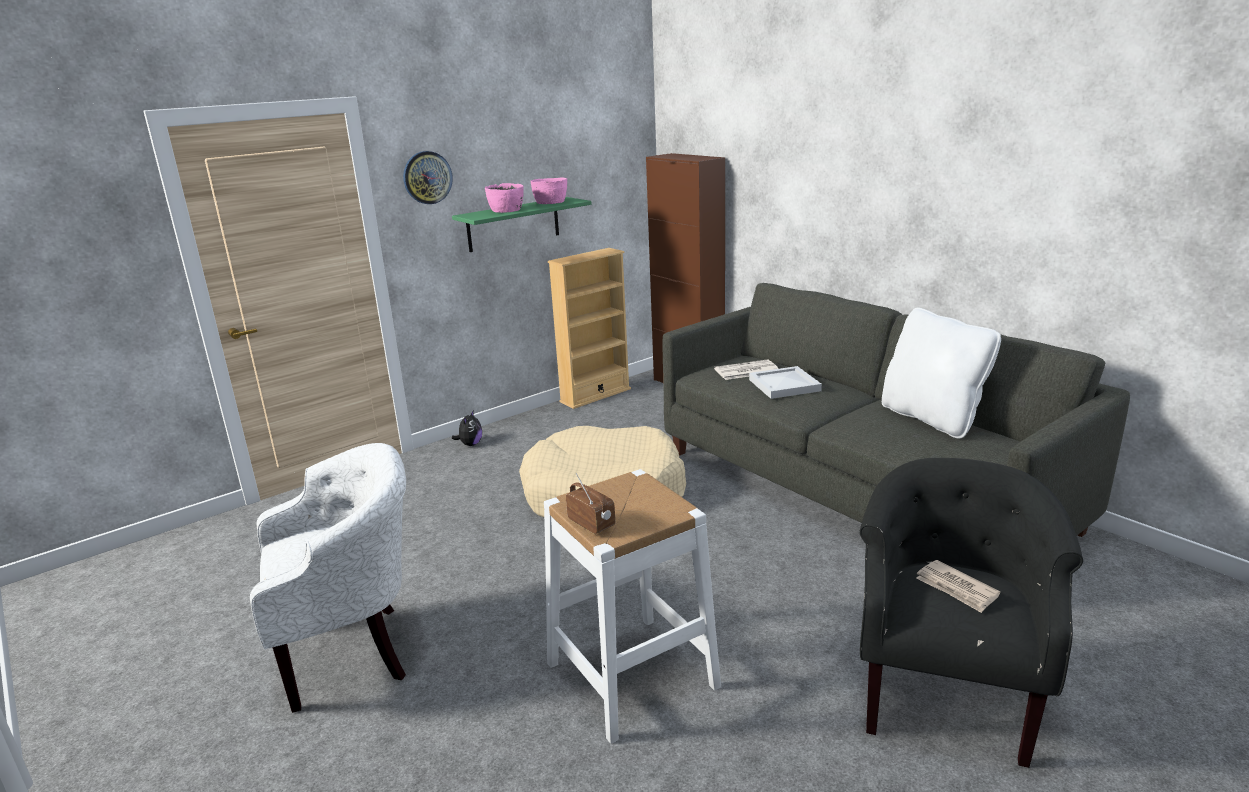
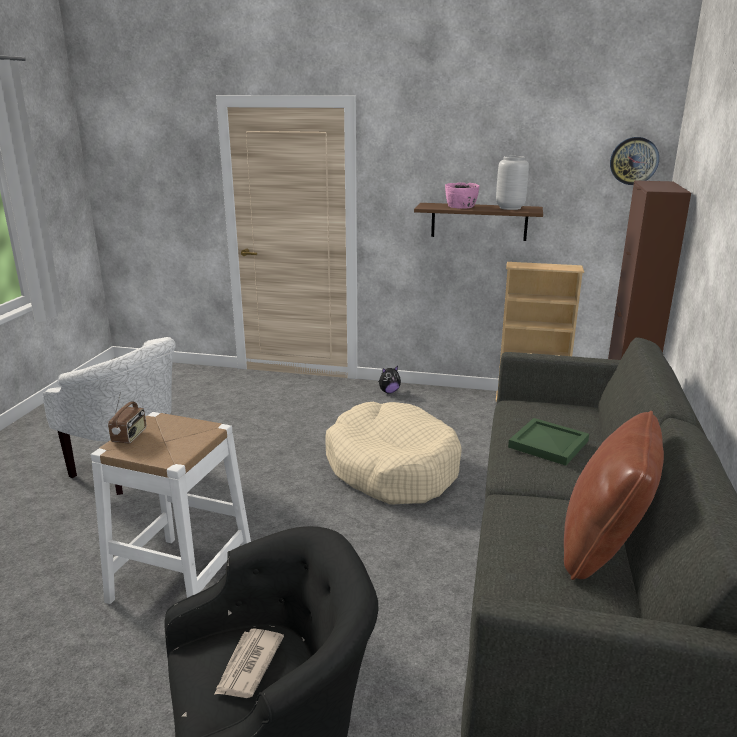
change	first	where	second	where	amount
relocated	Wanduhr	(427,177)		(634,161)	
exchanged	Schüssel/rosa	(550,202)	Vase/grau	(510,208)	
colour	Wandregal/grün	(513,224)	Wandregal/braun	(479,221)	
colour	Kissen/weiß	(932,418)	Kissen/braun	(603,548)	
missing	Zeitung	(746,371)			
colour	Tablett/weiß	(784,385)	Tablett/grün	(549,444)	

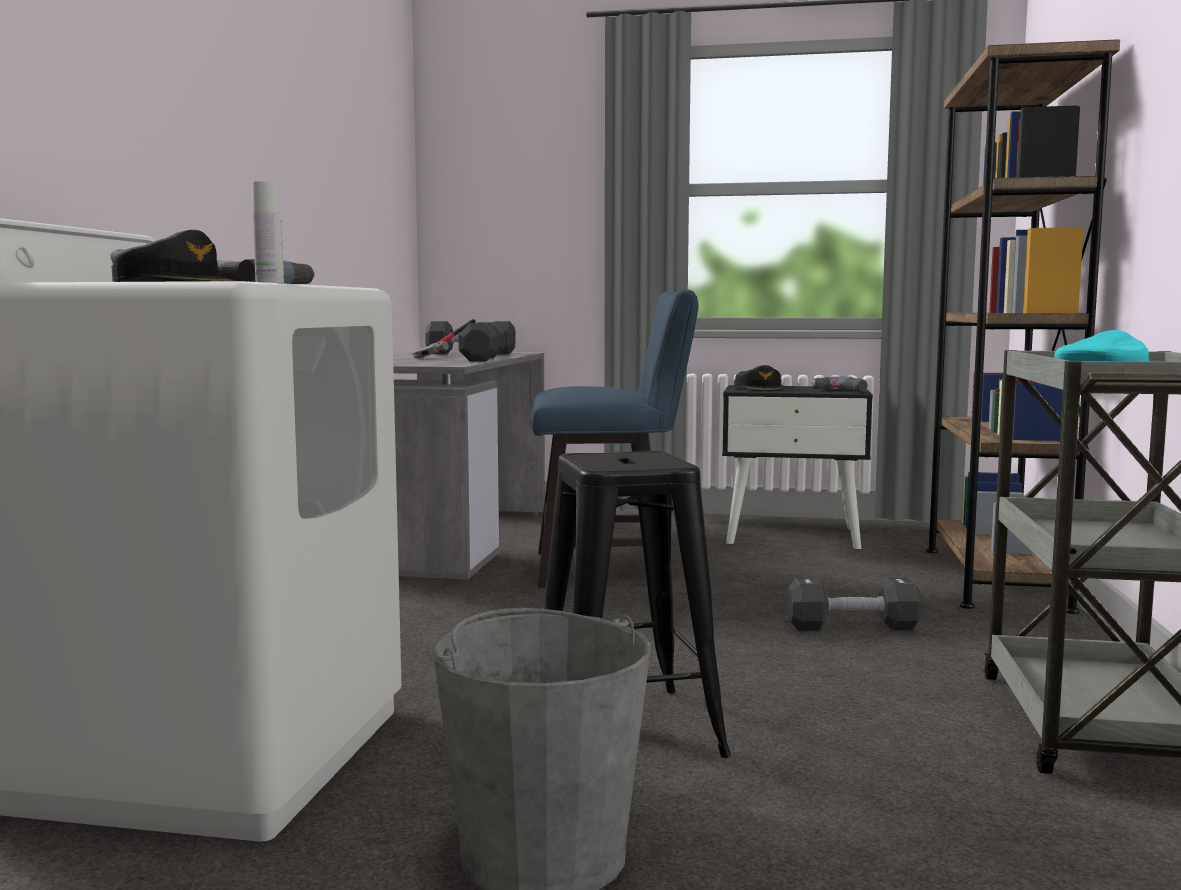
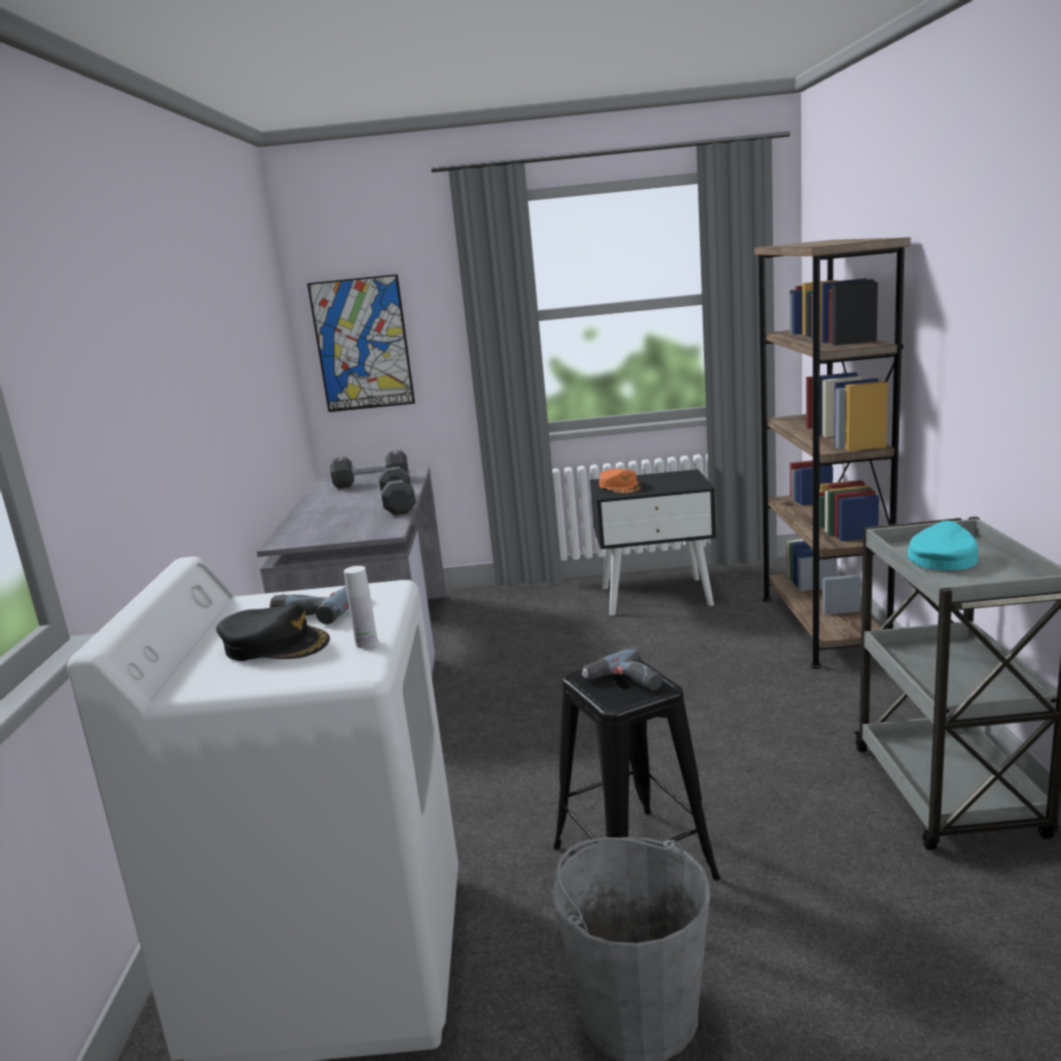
change	first	where	second	where	amount
missing	Stuhl/blau	(611,568)			
missing	Hammer	(448,357)			
colour	Kappe/schwarz	(759,388)	Kappe/orange	(620,486)	
relocated	Bohrmaschine	(840,390)		(624,682)	
missing	Hantel/schwarz	(852,627)			
appeared			Bild	(362,344)	

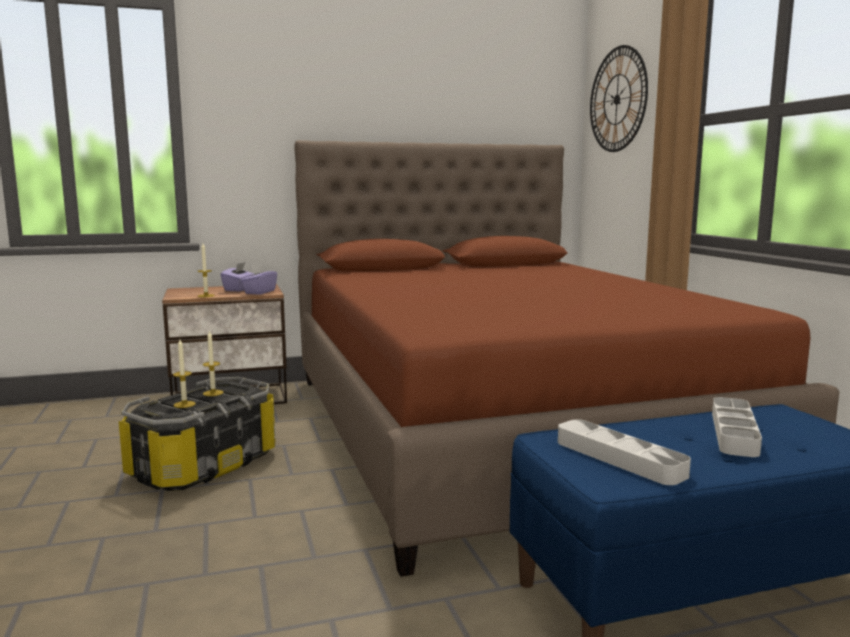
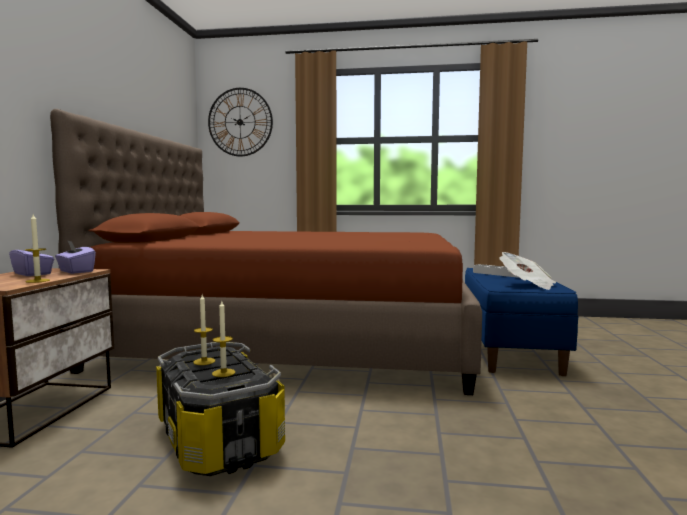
change	first	where	second	where	amount
exchanged	Tablett/grau	(619,458)	Zeitung	(527,285)	

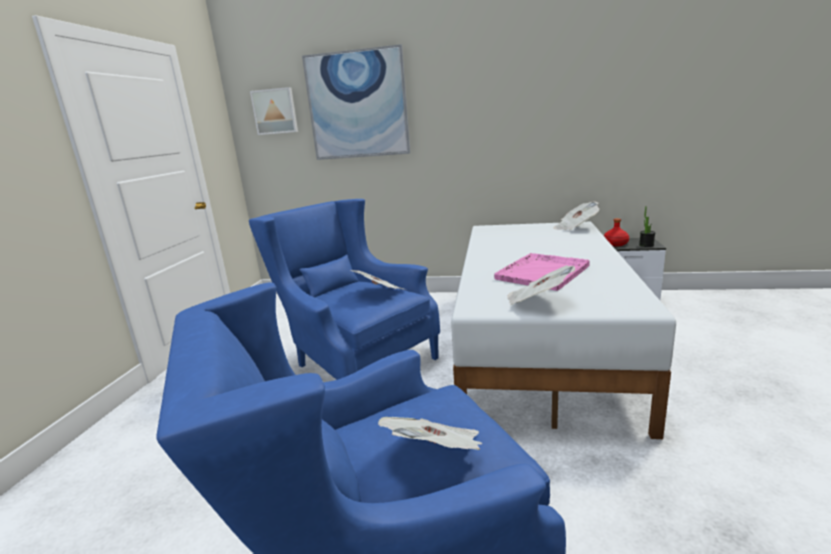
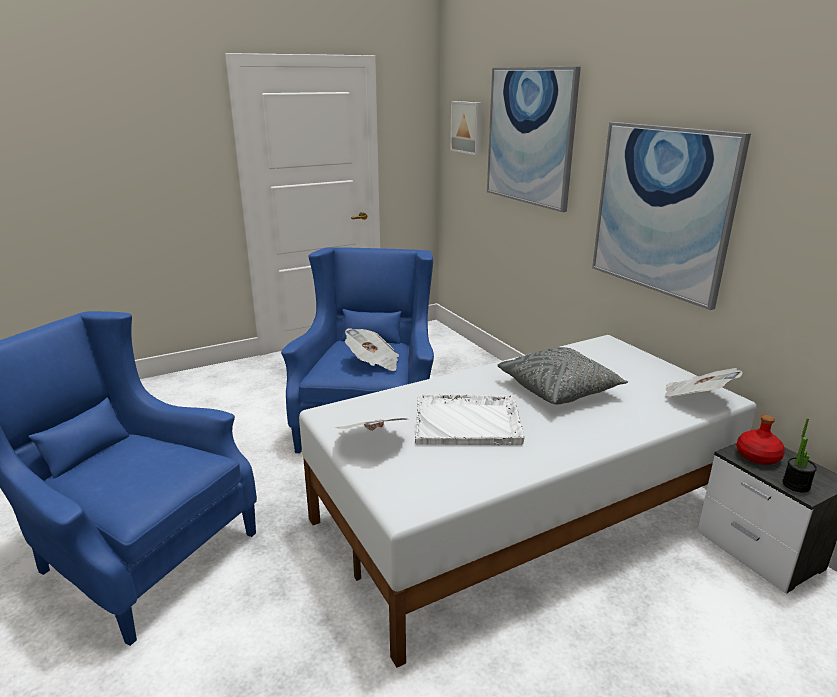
change	first	where	second	where	amount
colour	Tablett/rosa	(543,272)	Tablett/weiß	(468,422)	
missing	Zeitung	(437,454)			
appeared			Bild	(662,210)	
appeared			Kissen/grau	(559,389)	

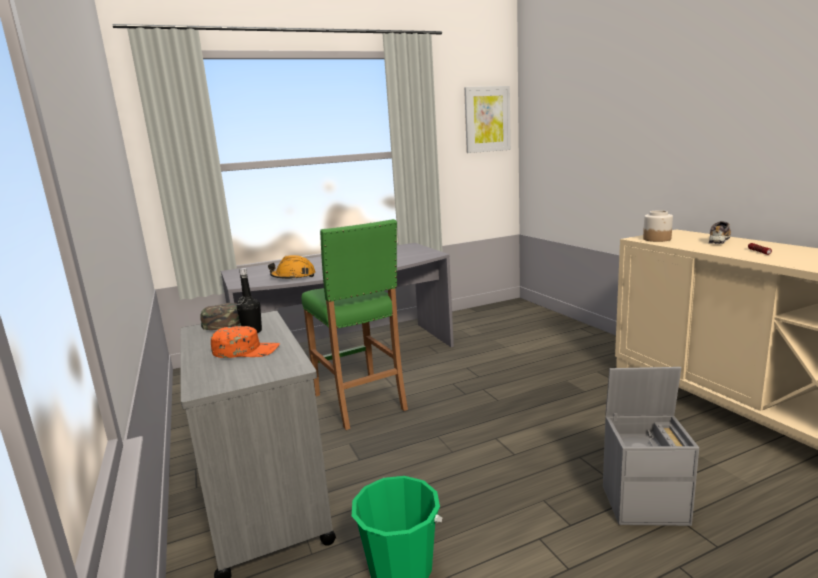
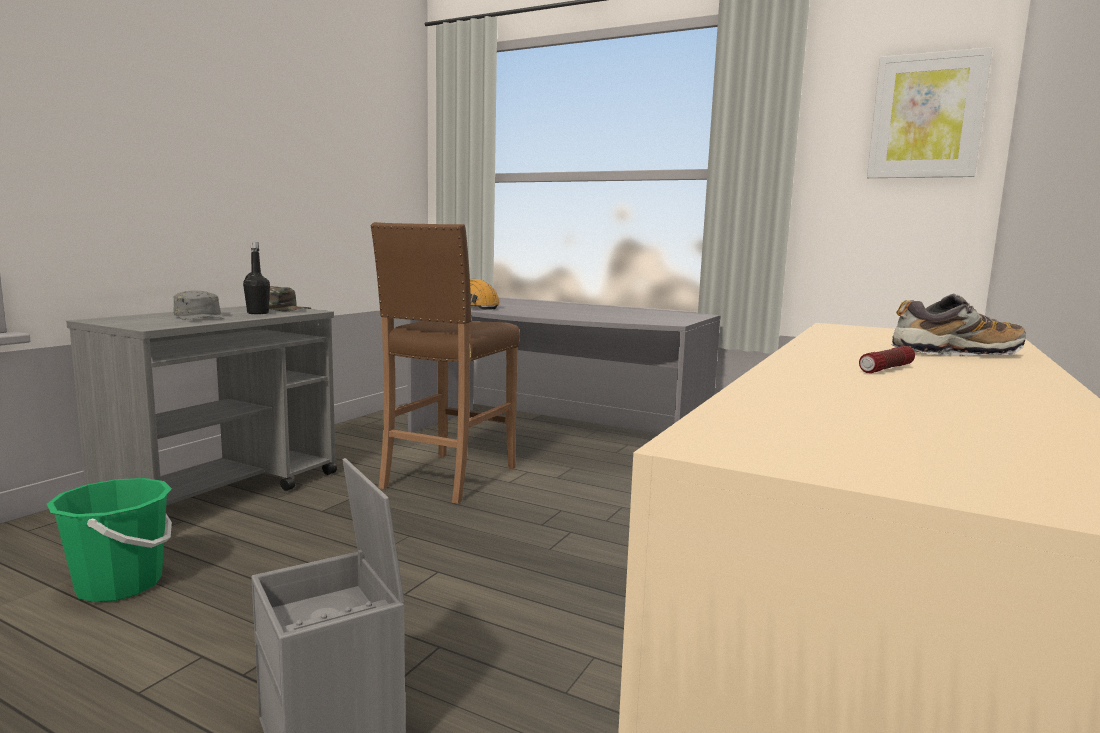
change	first	where	second	where	amount
missing	Vorratsglas	(657,239)			
colour	Hocker/grün	(360,402)	Hocker/braun	(448,477)	
colour	Kappe/orange	(246,350)	Kappe/grau	(200,317)	

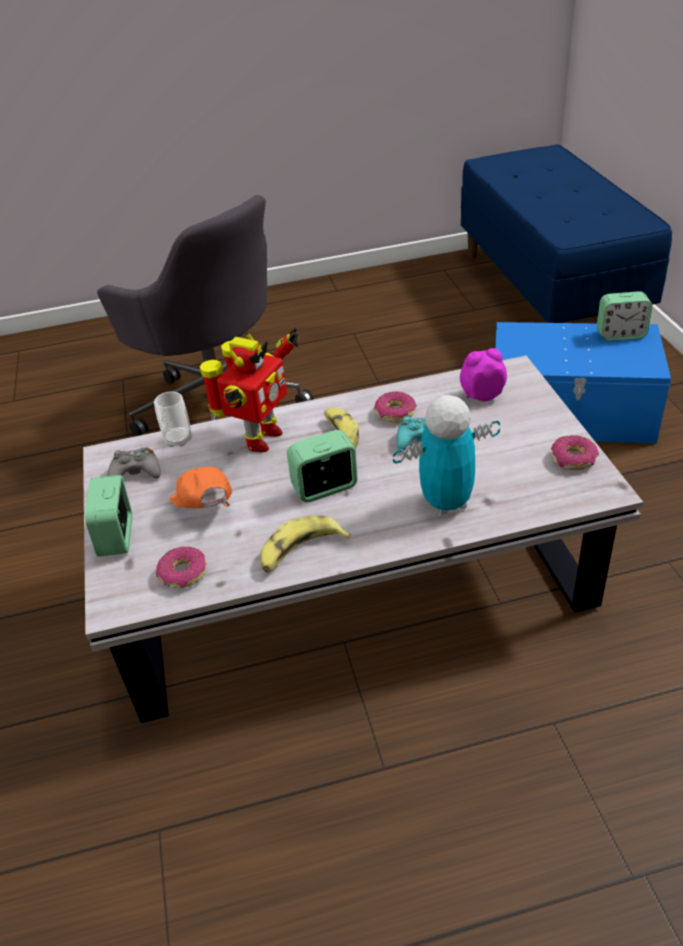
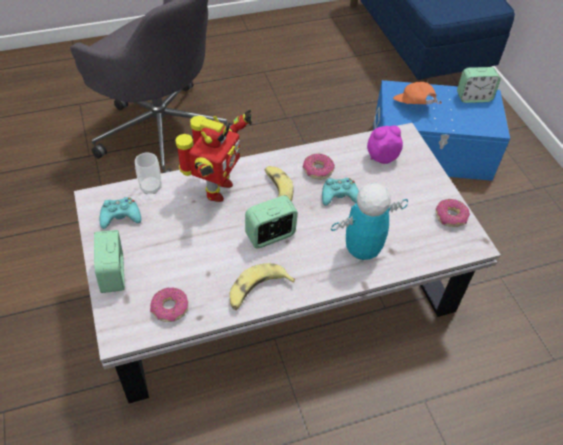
change	first	where	second	where	amount
colour	Gamepad/grau	(136,472)	Gamepad/türkis	(120,216)	
relocated	Kappe/orange	(205,509)		(413,106)	

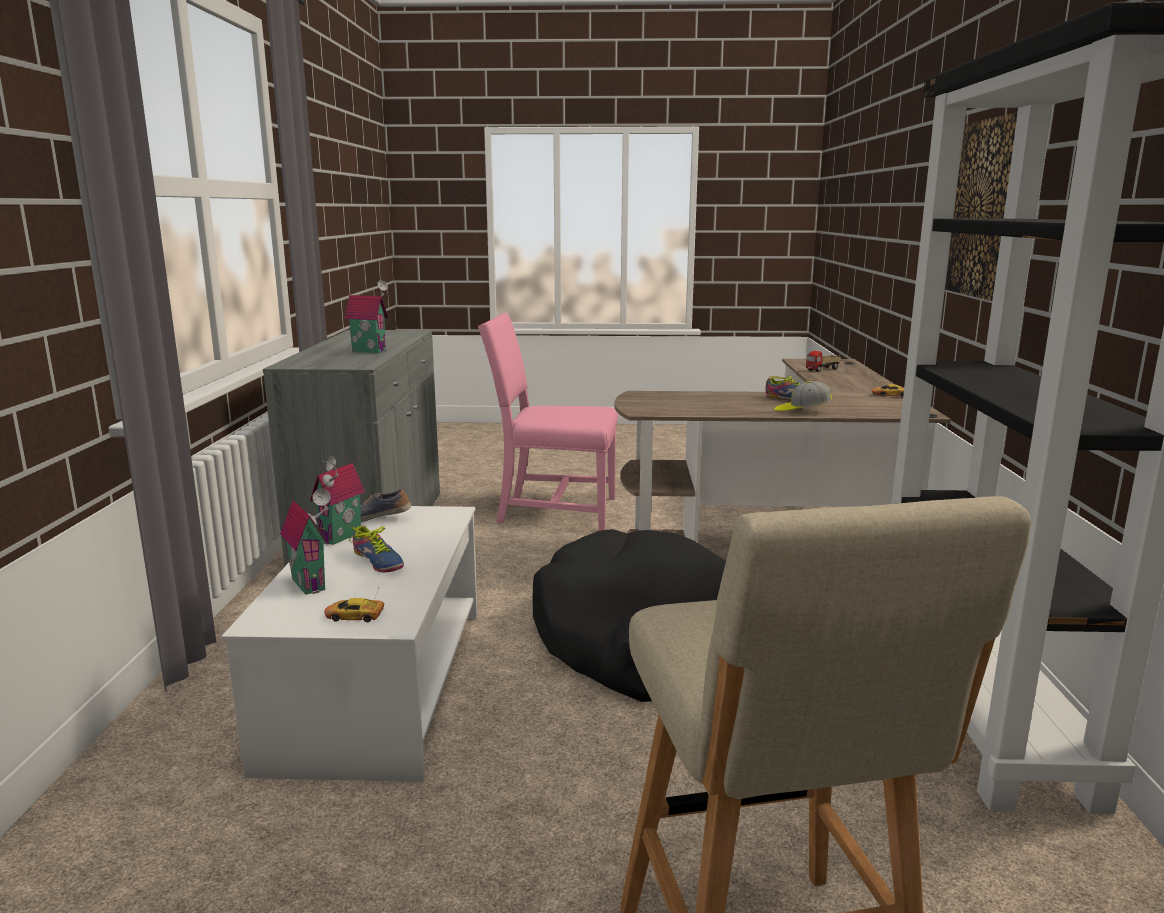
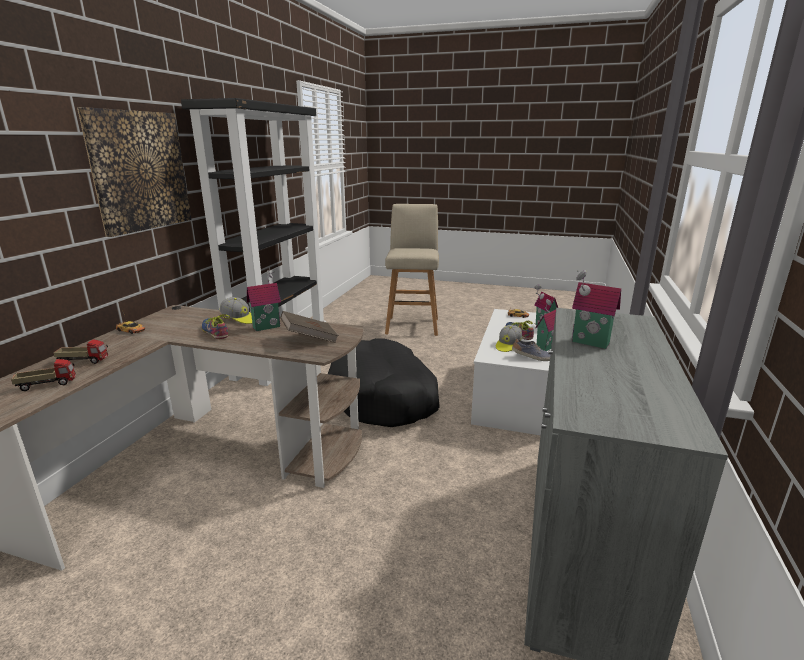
change	first	where	second	where	amount
missing	Stuhl/rosa	(553,511)			
appeared			Spielzeughaus	(266,326)	
appeared			Buch/braun	(310,339)	
appeared			Kappe	(508,345)	
appeared			Spielzeuglaster	(84,361)	

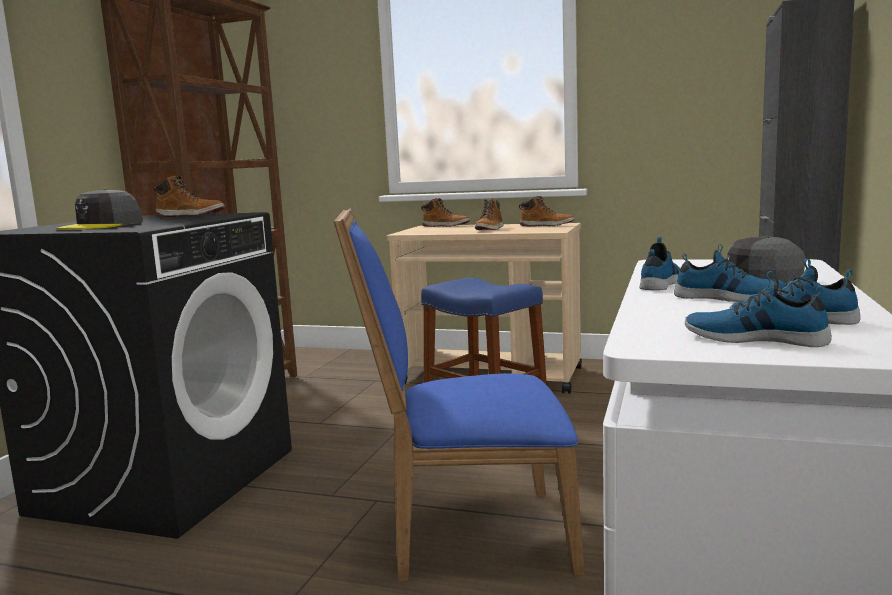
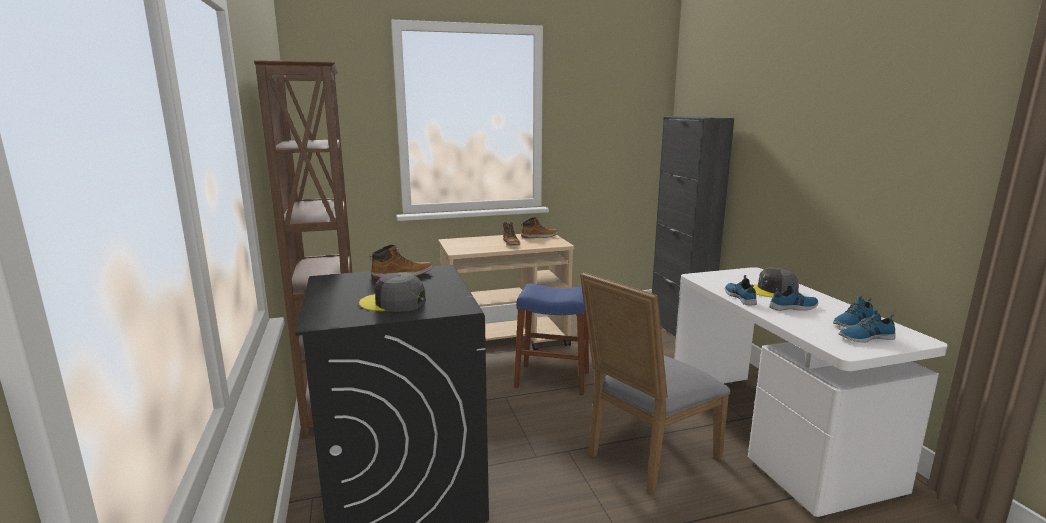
change	first	where	second	where	amount
spun	Kappe/grau	(102,226)		(393,303)	105 degrees clockwise
missing	Stiefel	(446,226)			
colour	Stuhl/blau	(467,537)	Stuhl/grau	(646,456)	

